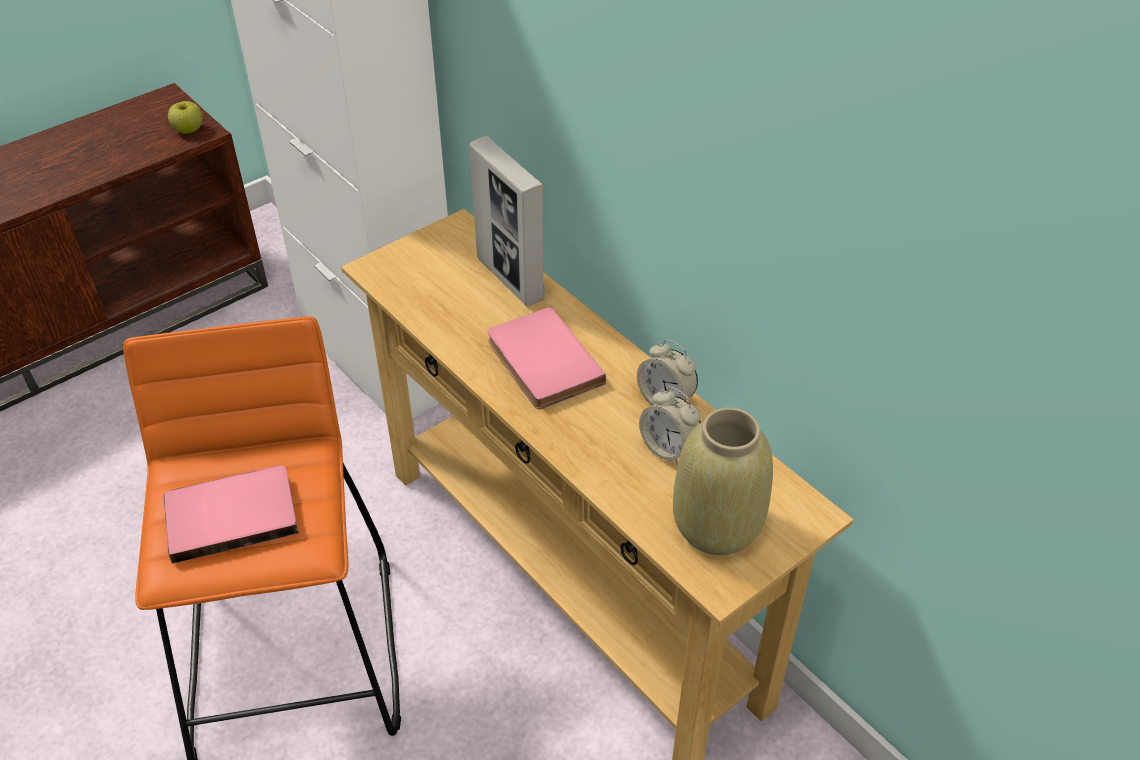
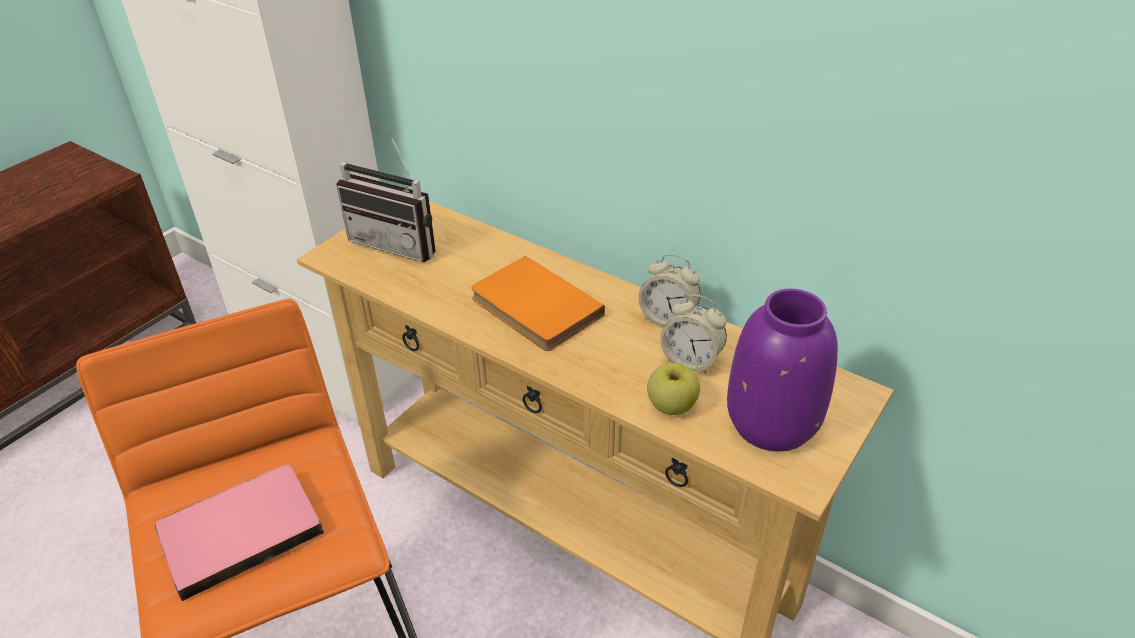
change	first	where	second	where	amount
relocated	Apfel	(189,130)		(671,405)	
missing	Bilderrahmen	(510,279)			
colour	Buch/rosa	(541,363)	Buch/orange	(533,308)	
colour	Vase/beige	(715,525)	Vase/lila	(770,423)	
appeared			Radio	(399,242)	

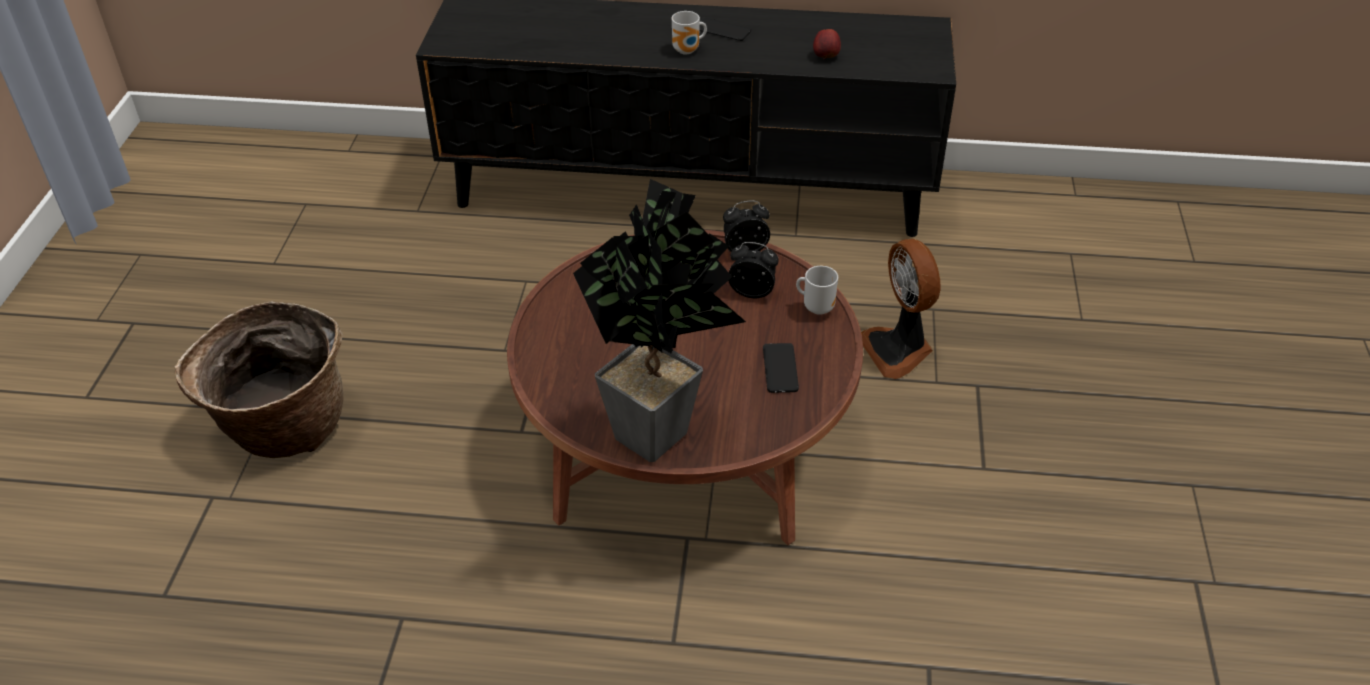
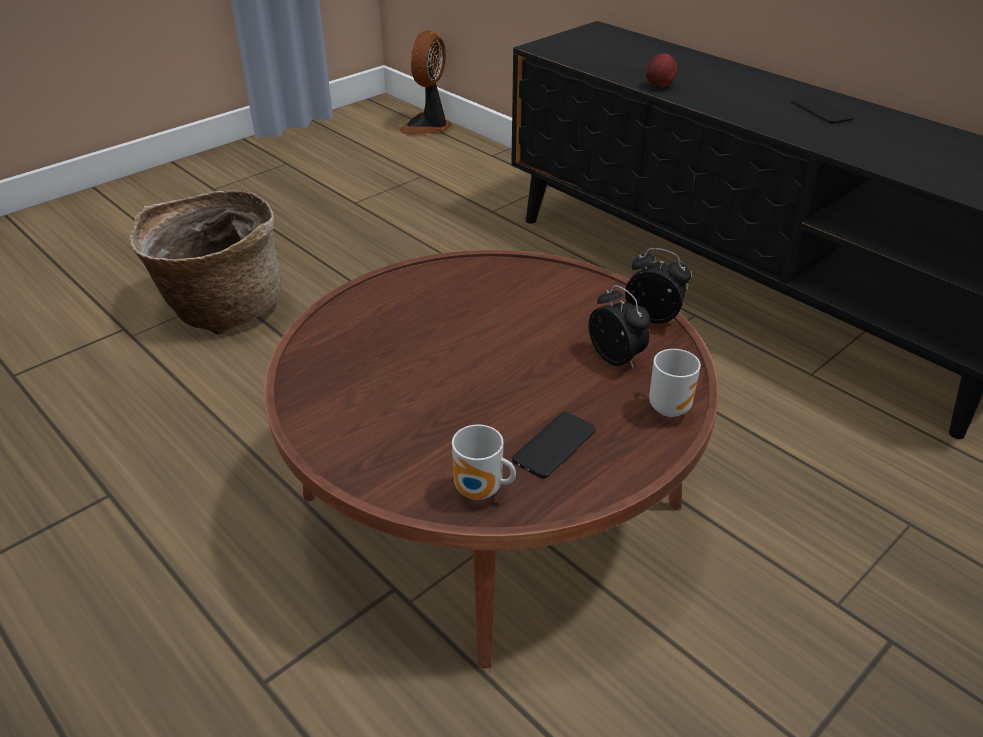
change	first	where	second	where	amount
relocated	Henkelbecher	(688,51)		(481,492)	
relocated	Apfel	(826,57)		(659,86)	
missing	Topfpflanze	(663,431)			
relocated	Ventilator	(898,349)		(428,126)	

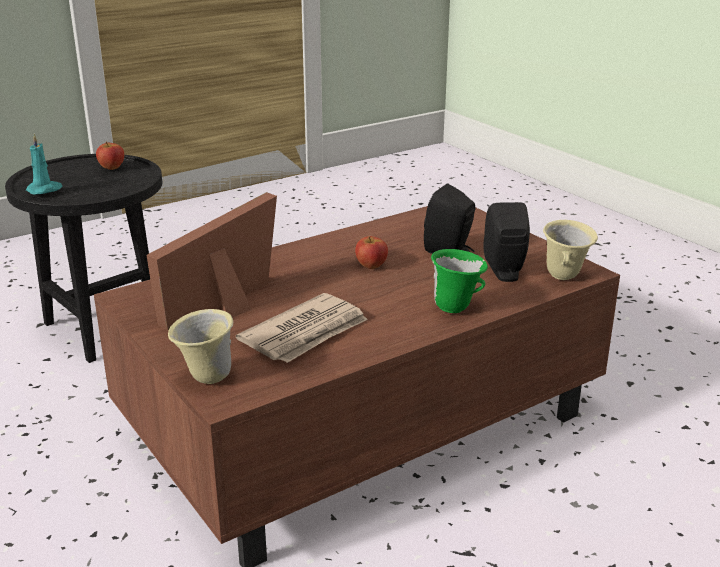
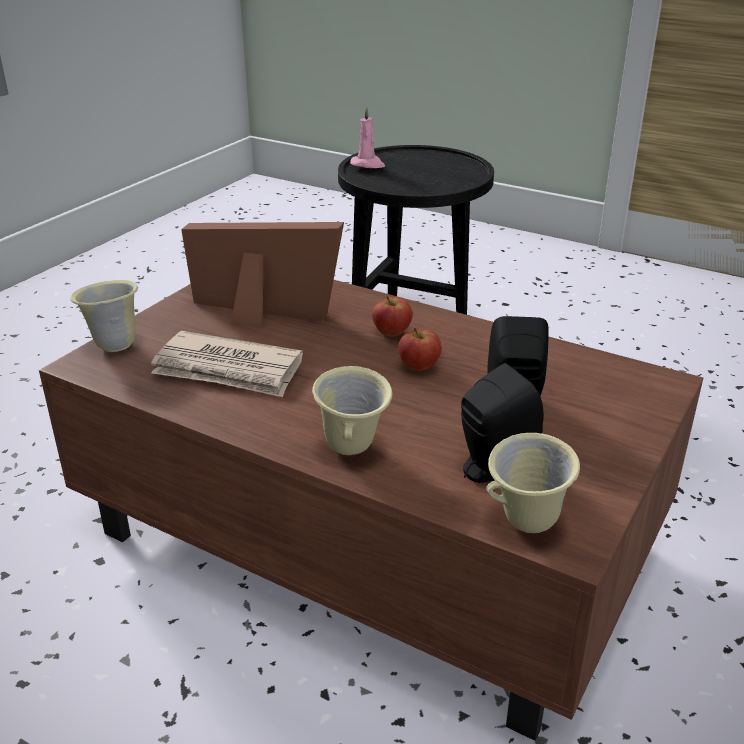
change	first	where	second	where	amount
colour	Kerze/türkis	(45,190)	Kerze/rosa	(368,164)	
relocated	Apfel	(112,168)		(392,333)	
colour	Henkelbecher/grün	(456,308)	Henkelbecher/beige	(353,450)	

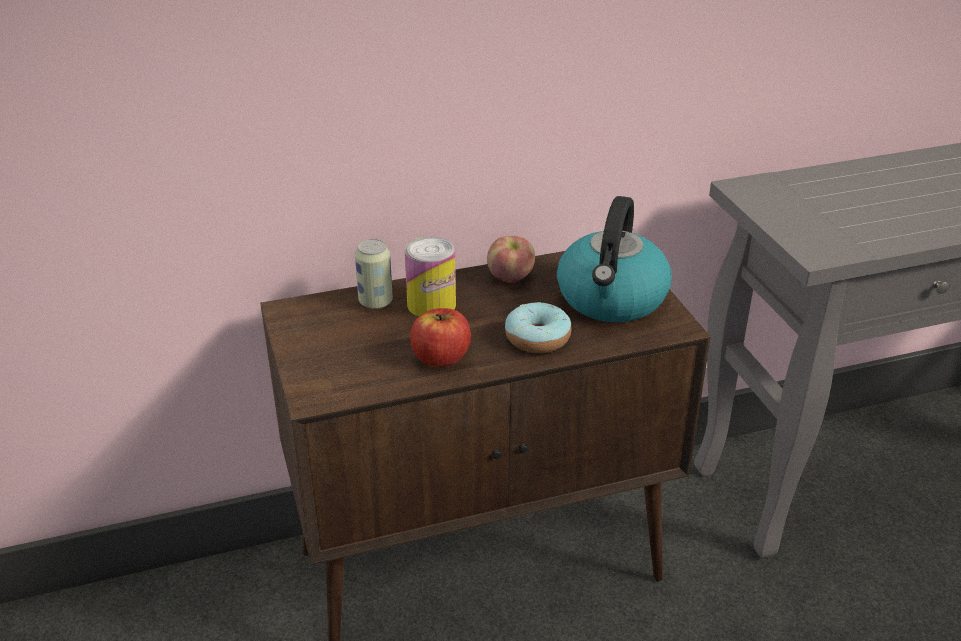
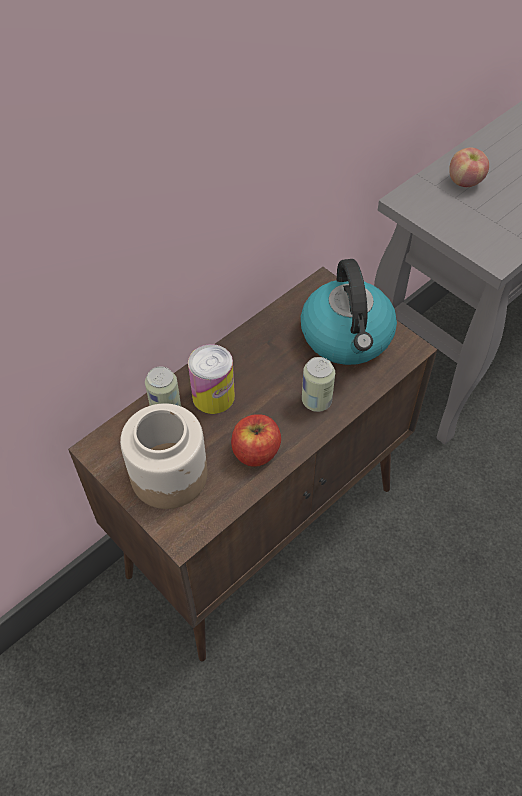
change	first	where	second	where	amount
relocated	Apfel	(510,277)		(465,181)	
exchanged	Donut	(537,338)	Dose	(316,401)	
appeared			Vorratsglas	(169,474)	

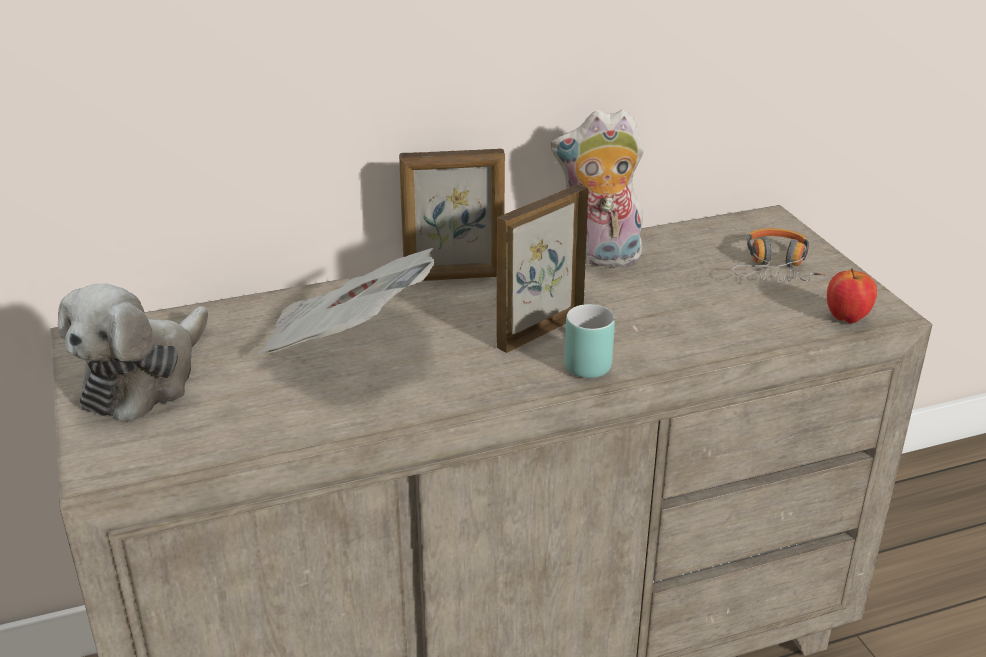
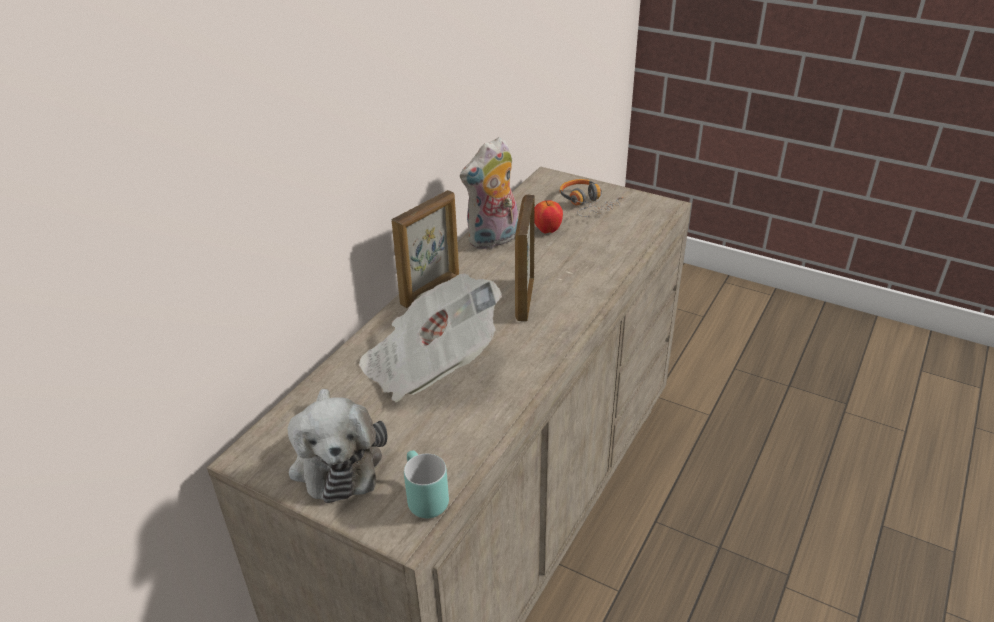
change	first	where	second	where	amount
relocated	Apfel	(846,318)		(547,230)	
relocated	Henkelbecher/türkis	(586,361)		(421,498)	

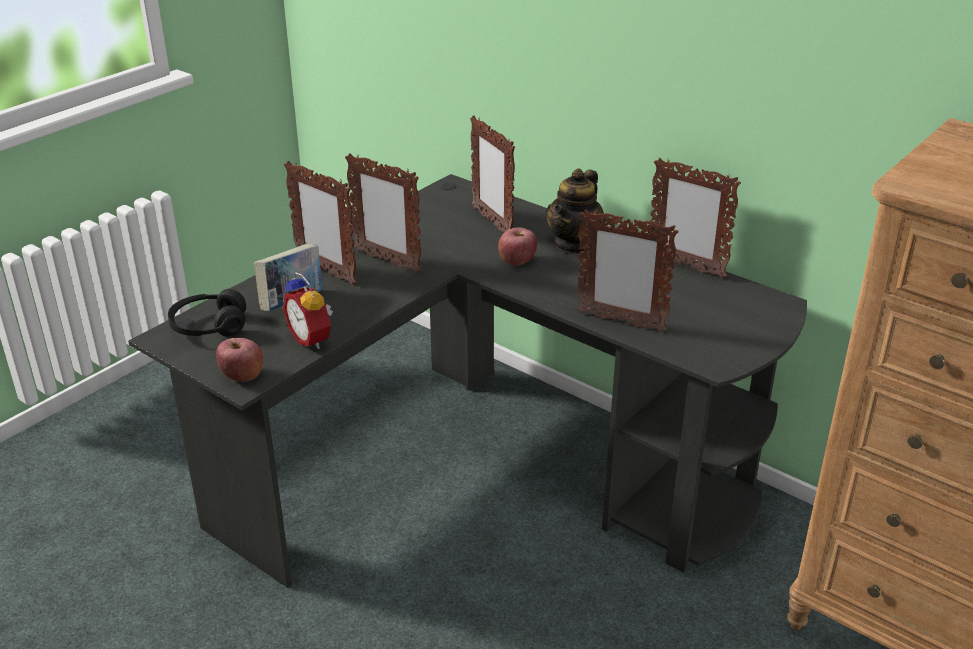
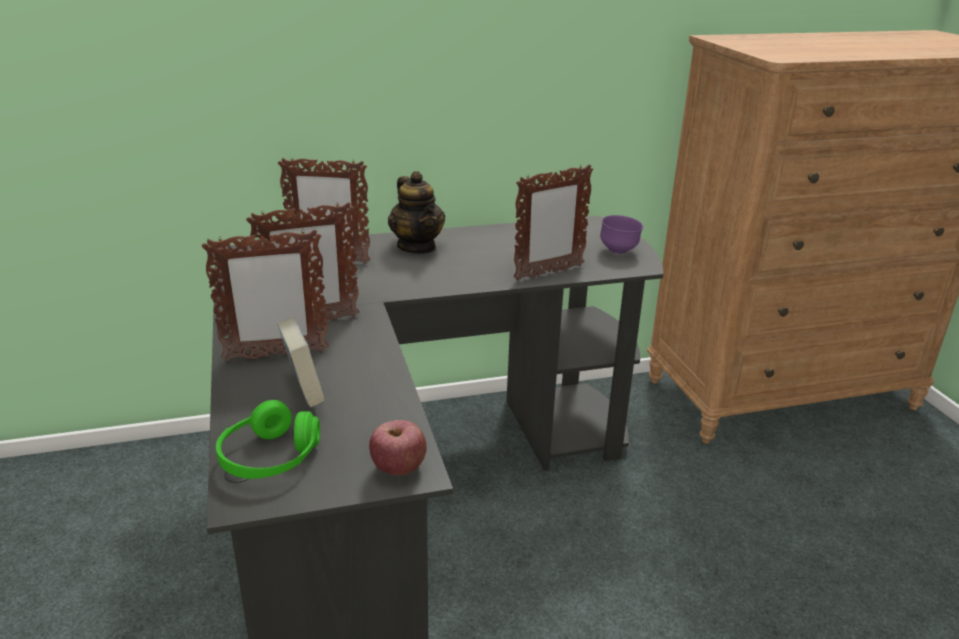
change	first	where	second	where	amount
missing	Bilderrahmen	(685,266)			
missing	Apfel	(517,261)			
missing	Wecker	(312,338)			
colour	Kopfhörer/schwarz	(209,326)	Kopfhörer/grün	(269,458)	
appeared			Schüssel/lila	(619,251)	

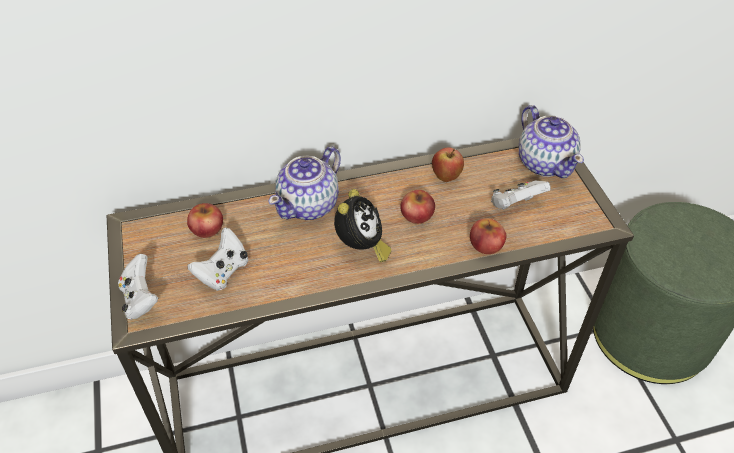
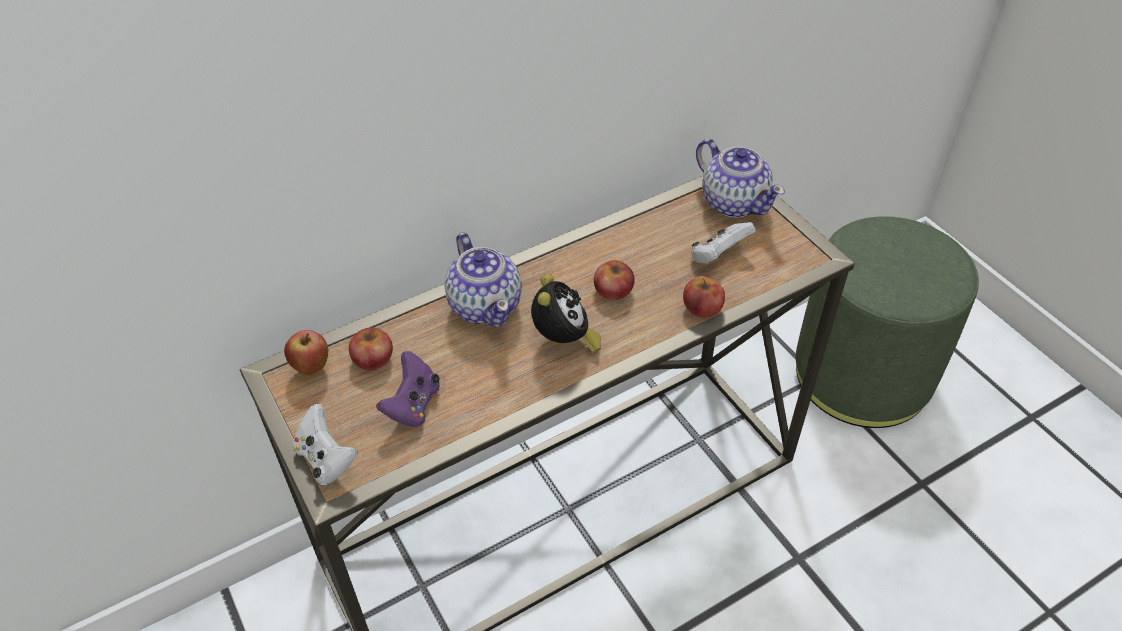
change	first	where	second	where	amount
spun	Teekanne	(309,205)		(485,305)	45 degrees counterclockwise
relocated	Apfel	(446,177)		(311,367)	
colour	Gamepad/weiß	(223,272)	Gamepad/lila	(413,405)	

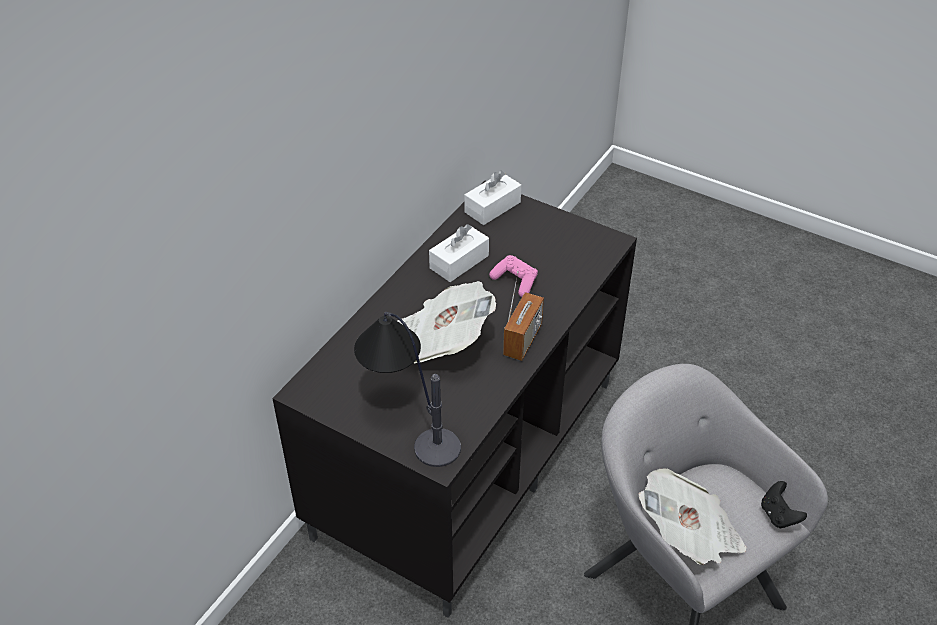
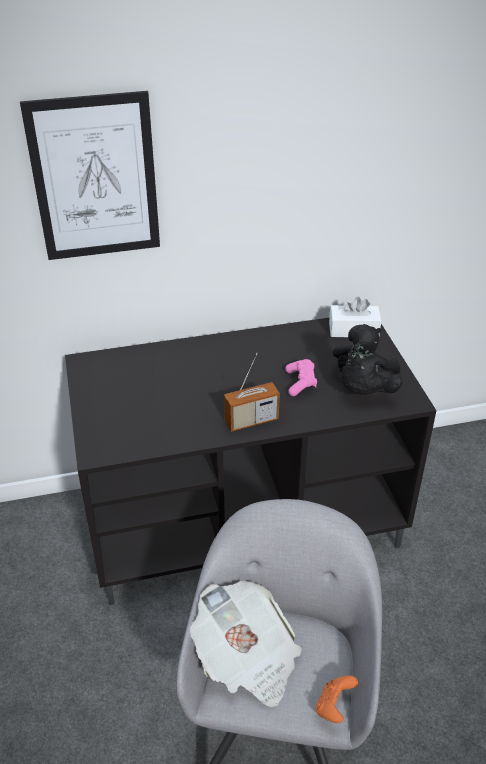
change	first	where	second	where	amount
missing	Taschentuchbox/weiß	(459,262)			
missing	Zeitung	(440,342)			
missing	Tischlampe	(408,419)			
colour	Gamepad/schwarz	(778,515)	Gamepad/orange	(334,706)	
appeared			Bild	(95,178)	
appeared			Plüschtier/schwarz	(363,388)	

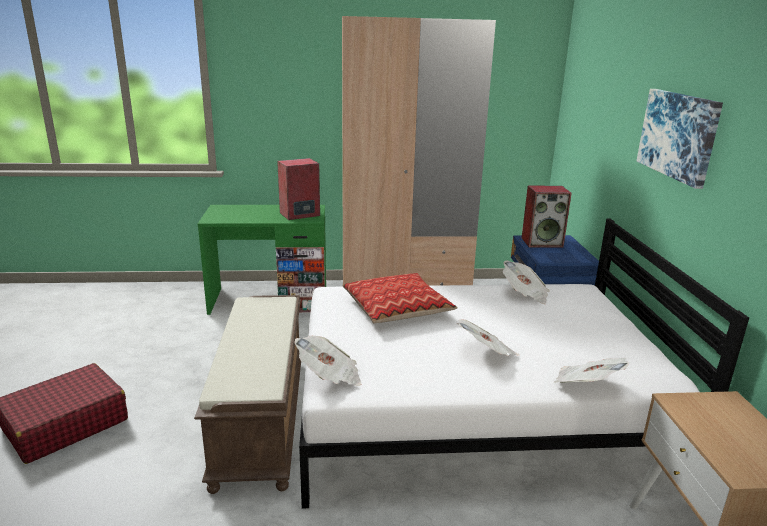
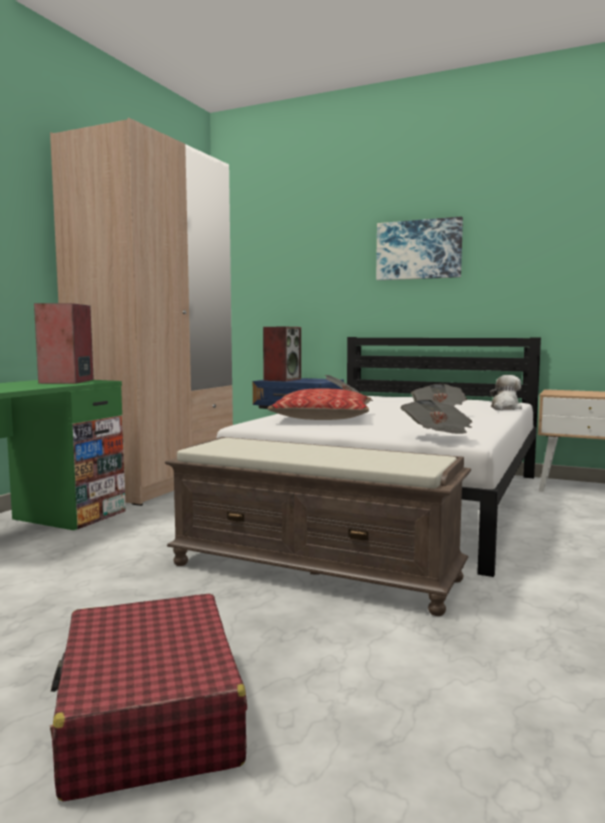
change	first	where	second	where	amount
exchanged	Zeitung	(586,385)	Plüschtier	(504,408)	

